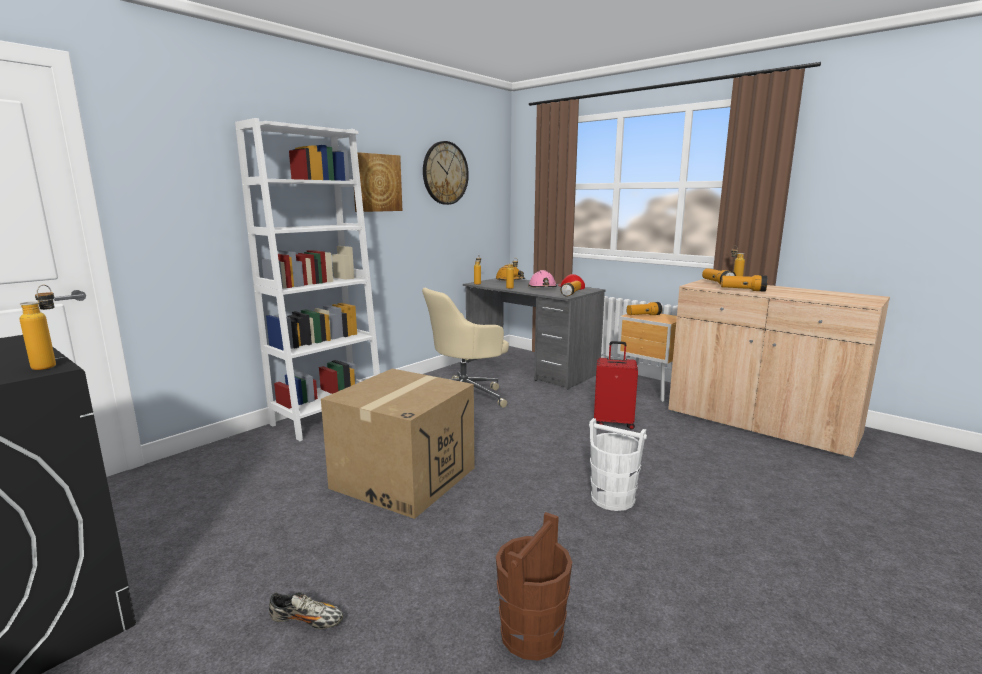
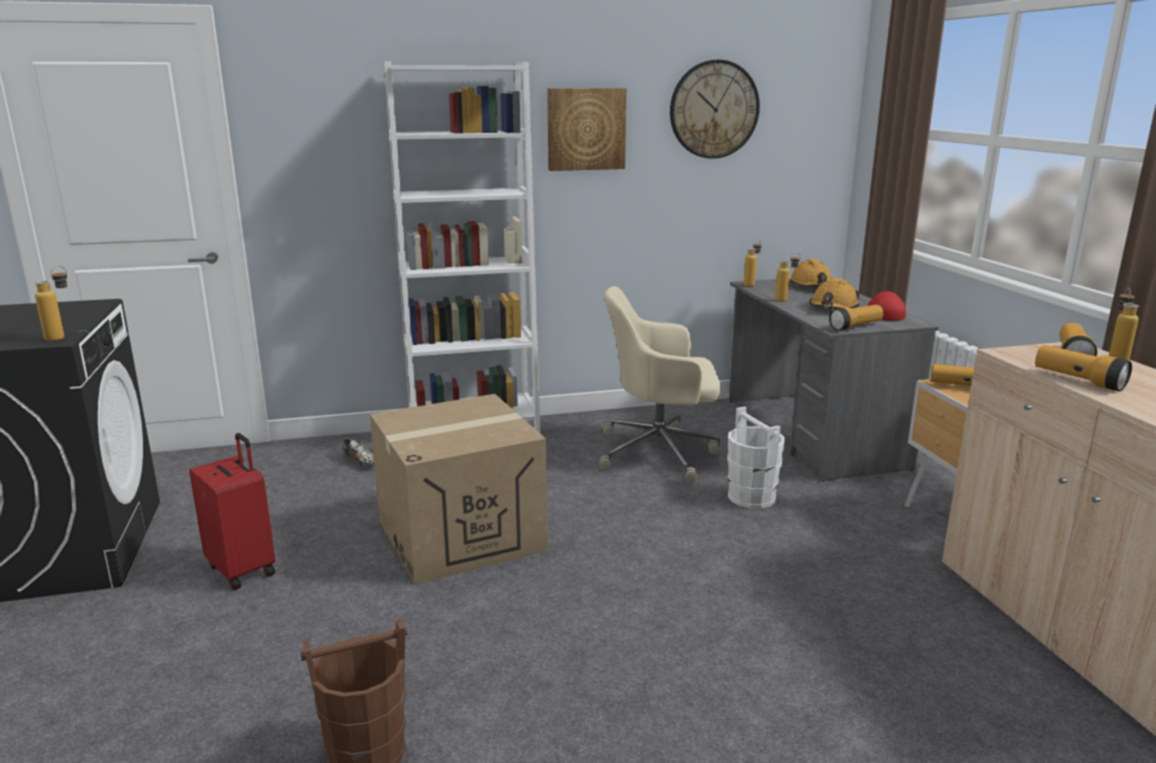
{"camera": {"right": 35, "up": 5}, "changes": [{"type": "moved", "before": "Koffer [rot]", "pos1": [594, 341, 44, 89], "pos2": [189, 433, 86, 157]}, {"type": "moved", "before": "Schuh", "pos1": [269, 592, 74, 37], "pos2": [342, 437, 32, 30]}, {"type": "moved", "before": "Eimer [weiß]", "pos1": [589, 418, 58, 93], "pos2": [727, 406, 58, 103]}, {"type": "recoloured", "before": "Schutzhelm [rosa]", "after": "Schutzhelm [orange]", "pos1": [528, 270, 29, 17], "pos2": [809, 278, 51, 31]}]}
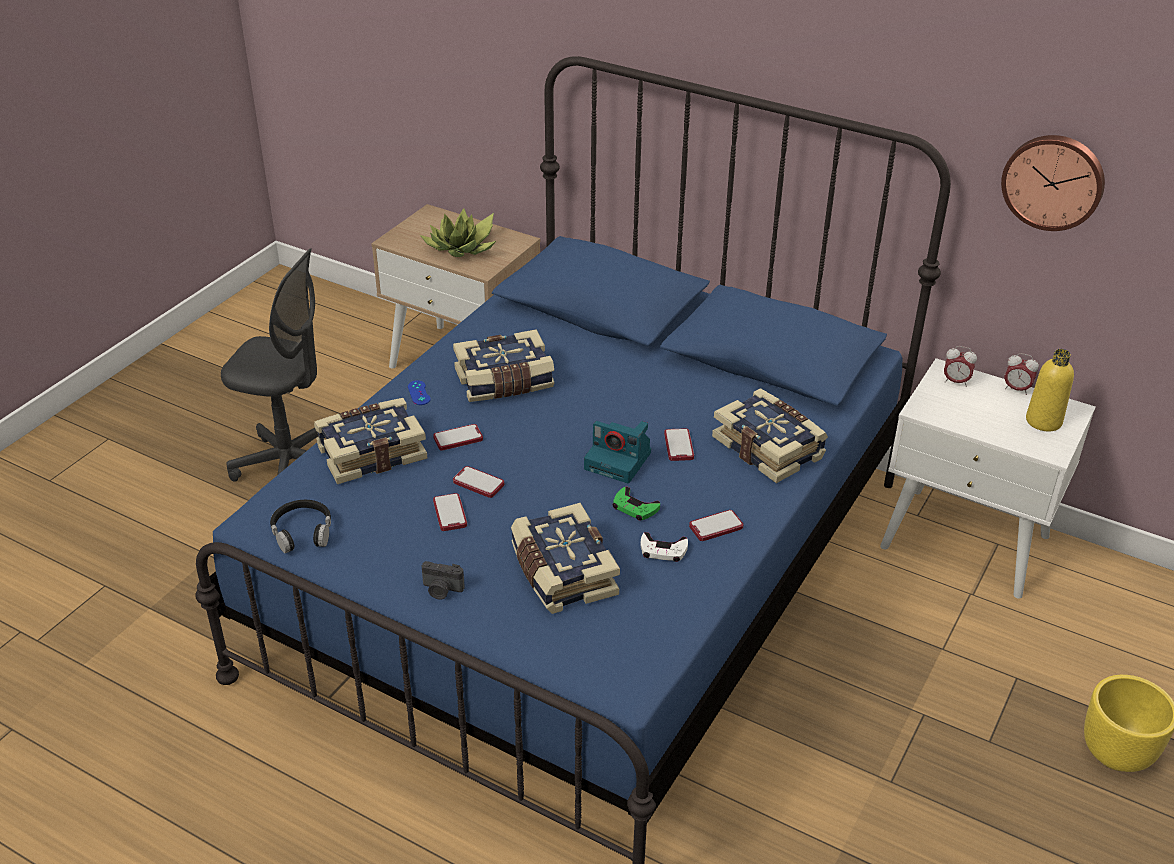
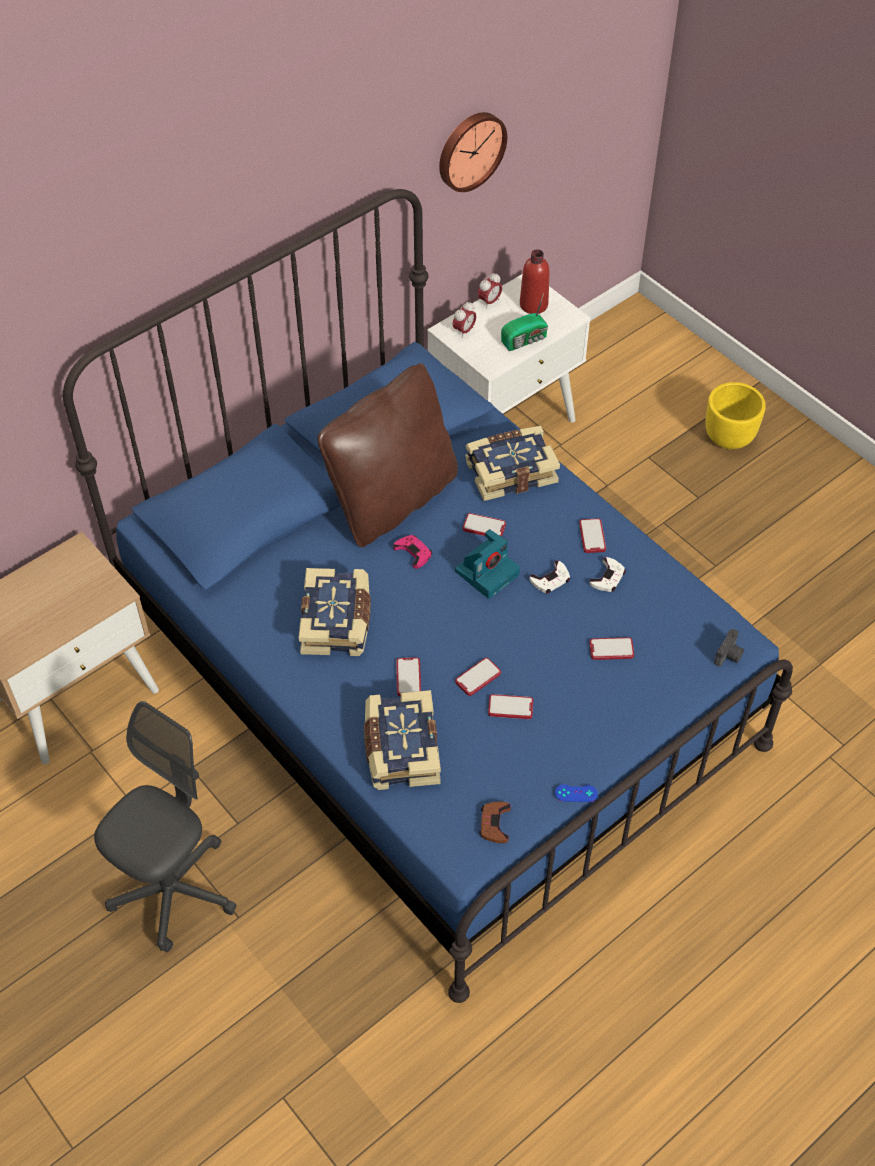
{"camera": {"right": -70, "up": 15}, "changes": [{"type": "added", "after": "Kissen [braun]", "pos2": [317, 363, 141, 184]}, {"type": "added", "after": "Gamepad [rosa]", "pos2": [393, 535, 39, 34]}, {"type": "replaced", "before": "Kopfhörer [schwarz]", "after": "Gamepad [braun]", "pos1": [270, 500, 61, 53], "pos2": [479, 801, 32, 42]}, {"type": "added", "after": "Radio", "pos2": [501, 293, 47, 58]}, {"type": "recoloured", "before": "Flasche [gelb]", "after": "Flasche [rot]", "pos1": [1026, 349, 48, 82], "pos2": [520, 249, 29, 65]}, {"type": "recoloured", "before": "Gamepad [grün]", "after": "Gamepad [weiß]", "pos1": [612, 487, 48, 34], "pos2": [530, 561, 40, 32]}, {"type": "moved", "before": "Gamepad [blau]", "pos1": [408, 381, 23, 24], "pos2": [555, 784, 43, 18]}, {"type": "replaced", "before": "Buch", "after": "Handy", "pos1": [511, 503, 109, 111], "pos2": [589, 637, 45, 23]}, {"type": "moved", "before": "Kamera", "pos1": [422, 561, 43, 39], "pos2": [714, 629, 30, 37]}, {"type": "removed", "before": "Topfpflanze", "pos1": [420, 208, 76, 49]}]}
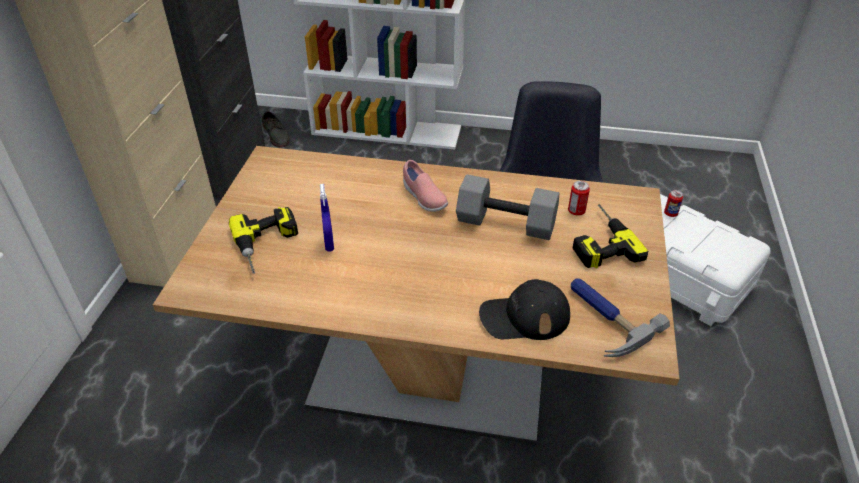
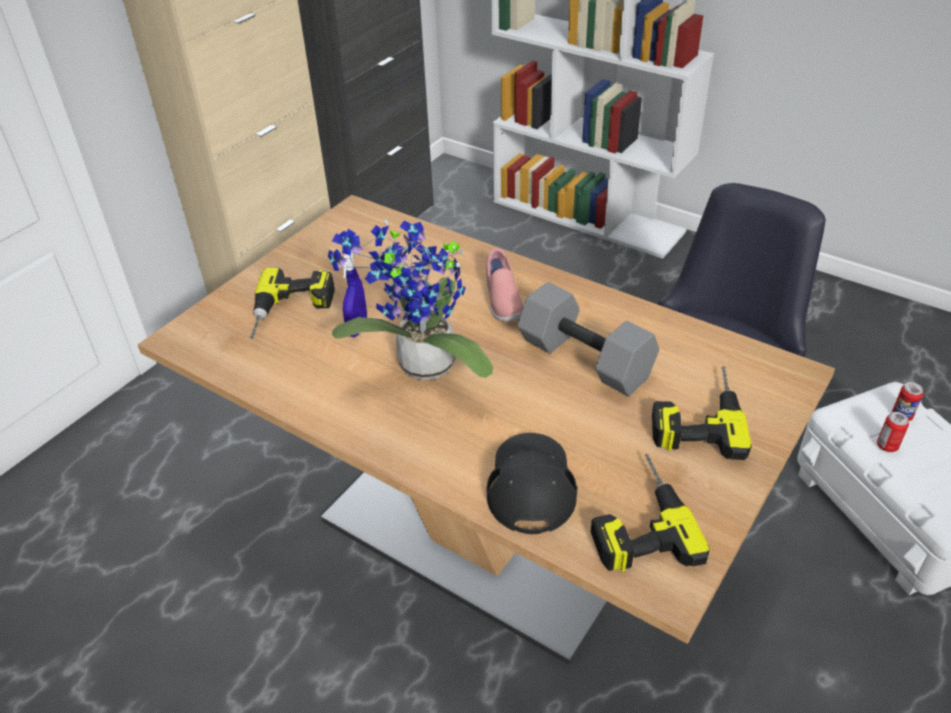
{"camera": {"right": 25, "up": 0}, "changes": [{"type": "added", "after": "Topfpflanze", "pos2": [328, 219, 165, 161]}, {"type": "turned", "before": "Kappe [schwarz]", "pos1": [479, 279, 91, 61], "pos2": [486, 433, 91, 101], "turn": 75}, {"type": "replaced", "before": "Hammer", "after": "Bohrmaschine", "pos1": [571, 278, 99, 79], "pos2": [591, 454, 119, 118]}, {"type": "moved", "before": "Dose", "pos1": [568, 181, 22, 35], "pos2": [877, 412, 32, 40]}, {"type": "removed", "before": "Schuh [grau]", "pos1": [262, 111, 27, 36]}]}
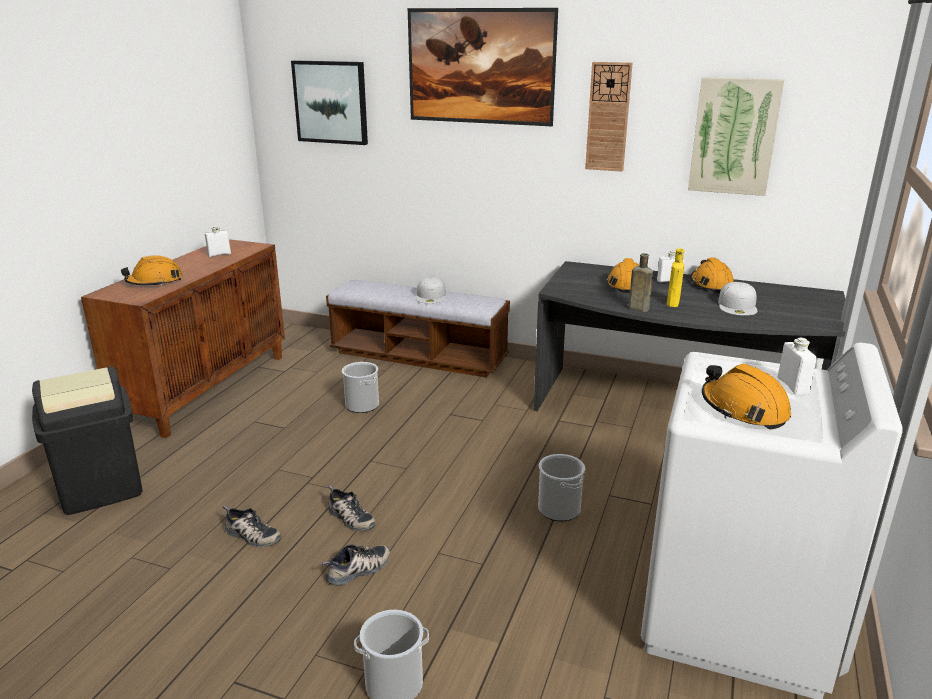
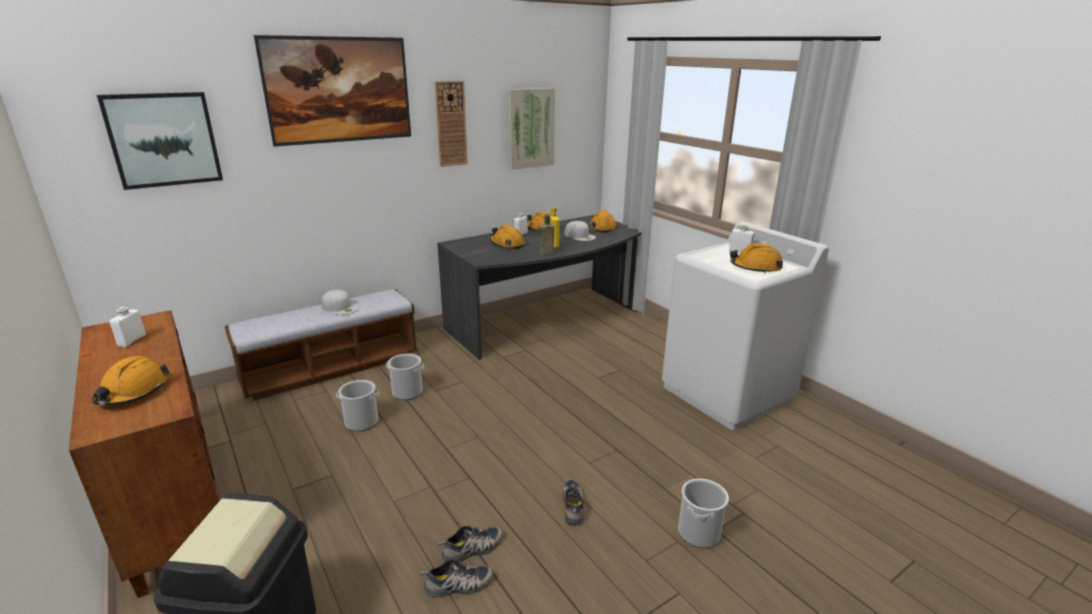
{"camera": {"right": -55, "up": 0}, "changes": [{"type": "moved", "before": "Eimer", "pos1": [538, 454, 47, 67], "pos2": [386, 354, 38, 46]}, {"type": "moved", "before": "Schuh", "pos1": [328, 485, 48, 47], "pos2": [420, 559, 73, 39]}, {"type": "added", "after": "Schutzhelm [orange]", "pos2": [589, 210, 28, 23]}]}
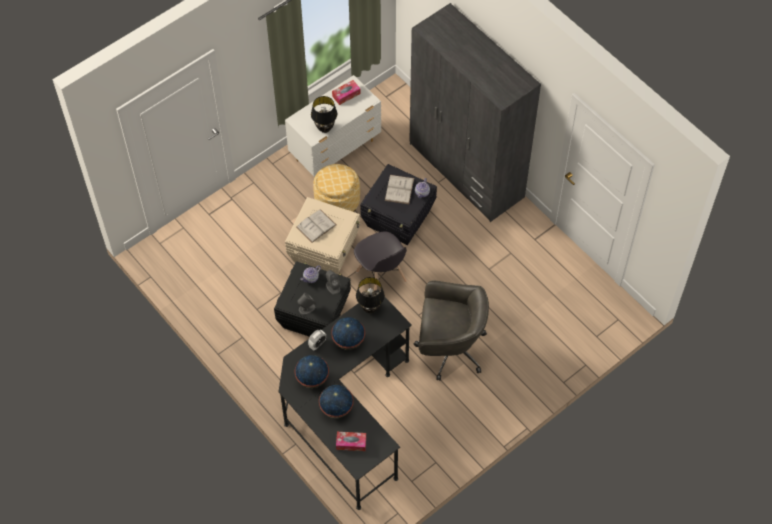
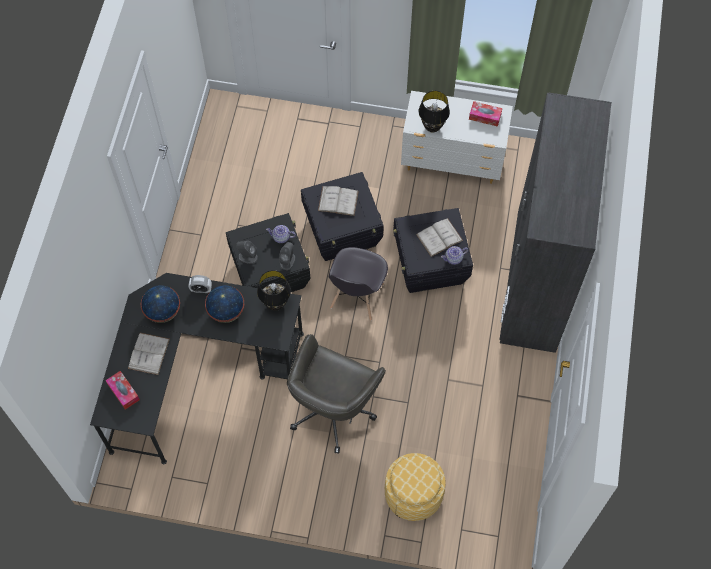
{"camera": {"right": 50, "up": 5}, "changes": [{"type": "replaced", "before": "Globus", "after": "Buch [weiß]", "pos1": [319, 385, 35, 33], "pos2": [128, 333, 42, 42]}, {"type": "turned", "before": "Bürostuhl [grau]", "pos1": [414, 281, 75, 100], "pos2": [287, 334, 99, 120], "turn": 60}, {"type": "recoloured", "before": "Aufbewahrungsbox [beige]", "after": "Aufbewahrungsbox [schwarz]", "pos1": [285, 197, 75, 77], "pos2": [301, 172, 83, 89]}, {"type": "moved", "before": "Polsterhocker", "pos1": [313, 164, 47, 48], "pos2": [385, 453, 61, 68]}]}
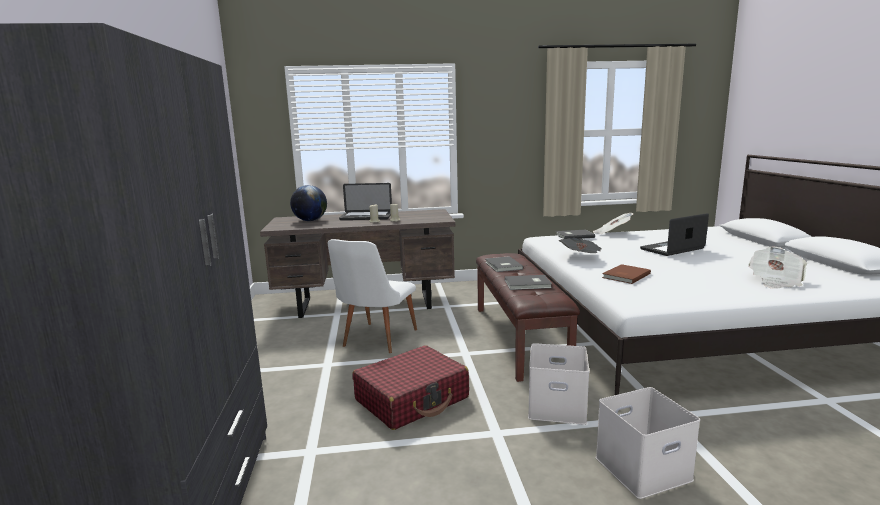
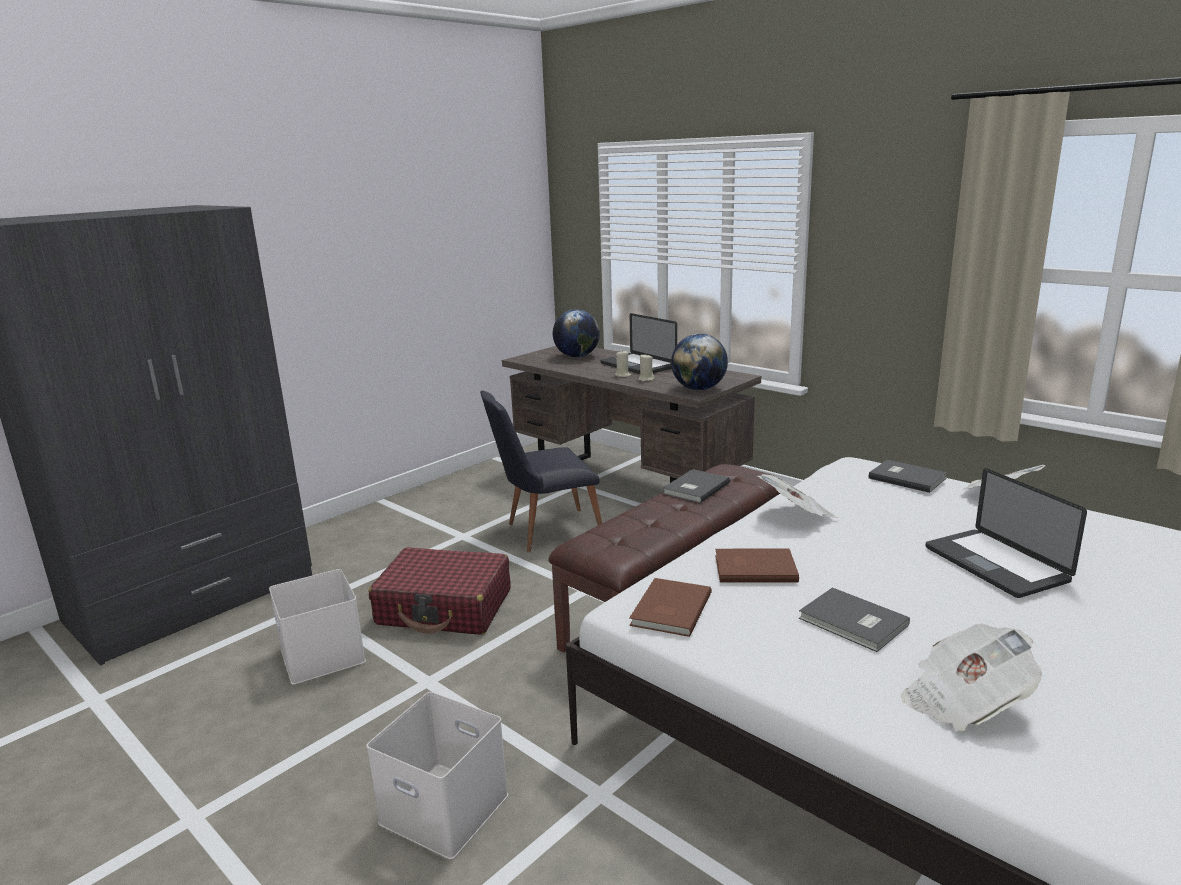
{"camera": {"right": 50, "up": 5}, "changes": [{"type": "moved", "before": "Aufbewahrungsbox [weiß]", "pos1": [528, 343, 61, 82], "pos2": [269, 569, 97, 116]}, {"type": "recoloured", "before": "Stuhl [weiß]", "after": "Stuhl [schwarz]", "pos1": [327, 239, 90, 114], "pos2": [480, 391, 122, 161]}, {"type": "added", "after": "Buch [braun]", "pos2": [629, 578, 83, 59]}, {"type": "added", "after": "Globus", "pos2": [671, 334, 57, 56]}, {"type": "moved", "before": "Buch [grau]", "pos1": [505, 275, 47, 15], "pos2": [799, 587, 111, 65]}, {"type": "turned", "before": "Laptop", "pos1": [640, 213, 69, 43], "pos2": [926, 468, 161, 130], "turn": -135}]}
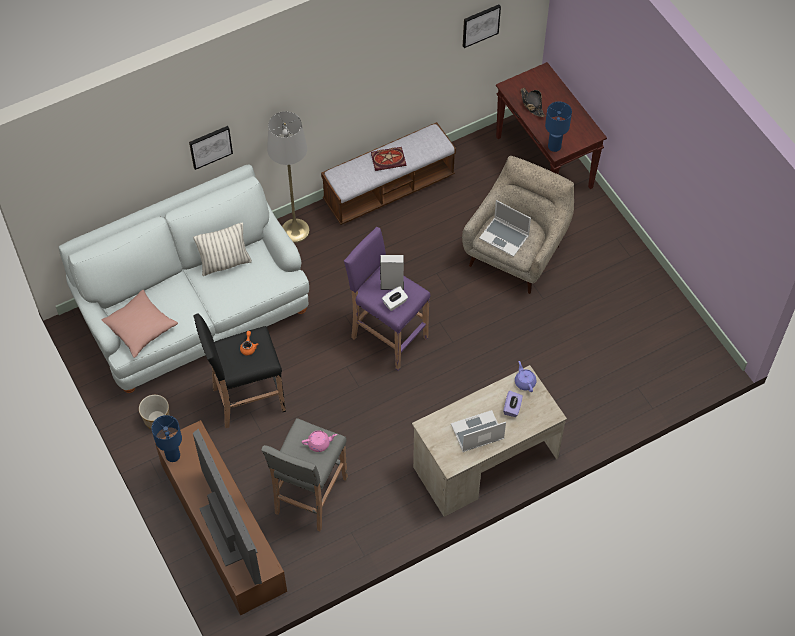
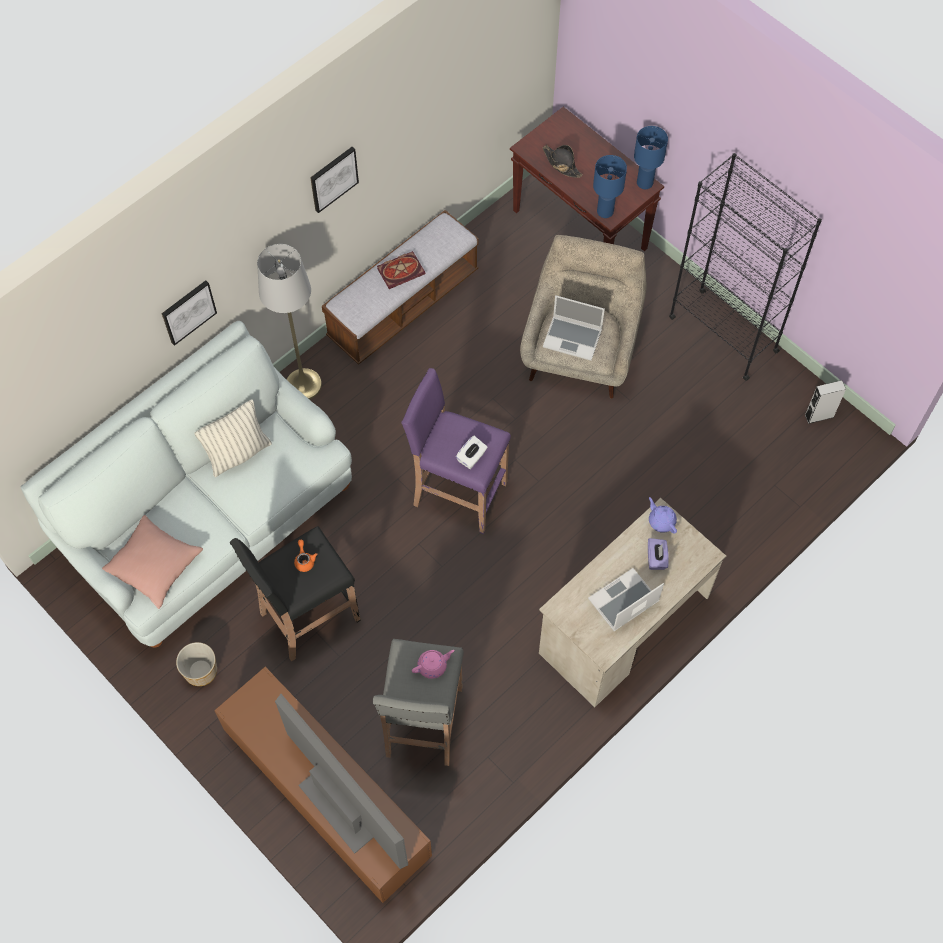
{"camera": {"right": -15, "up": 5}, "changes": [{"type": "moved", "before": "Bild", "pos1": [463, 5, 38, 43], "pos2": [310, 147, 49, 66]}, {"type": "moved", "before": "Tischlampe [blau]", "pos1": [152, 415, 30, 47], "pos2": [634, 126, 34, 63]}, {"type": "added", "after": "Bücherregal [schwarz]", "pos2": [669, 153, 153, 228]}, {"type": "moved", "before": "Lautsprecher [grau]", "pos1": [380, 255, 24, 35], "pos2": [805, 380, 41, 44]}]}
